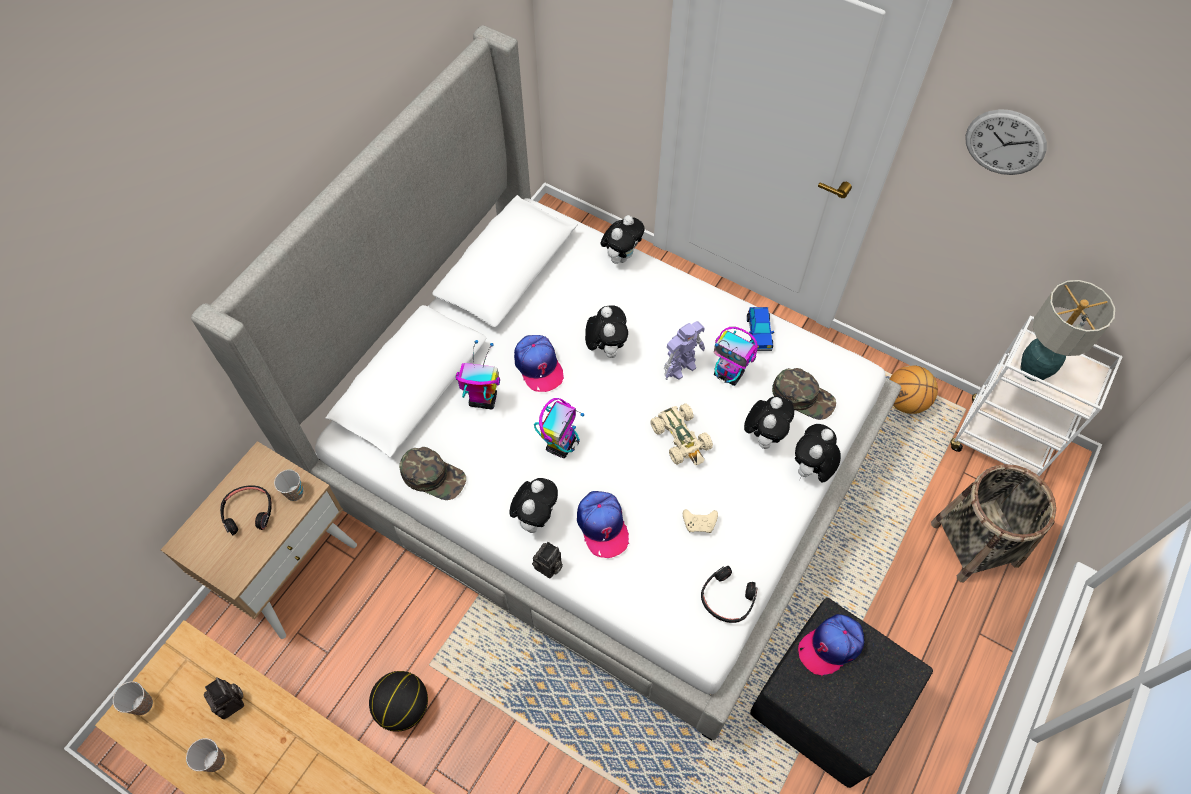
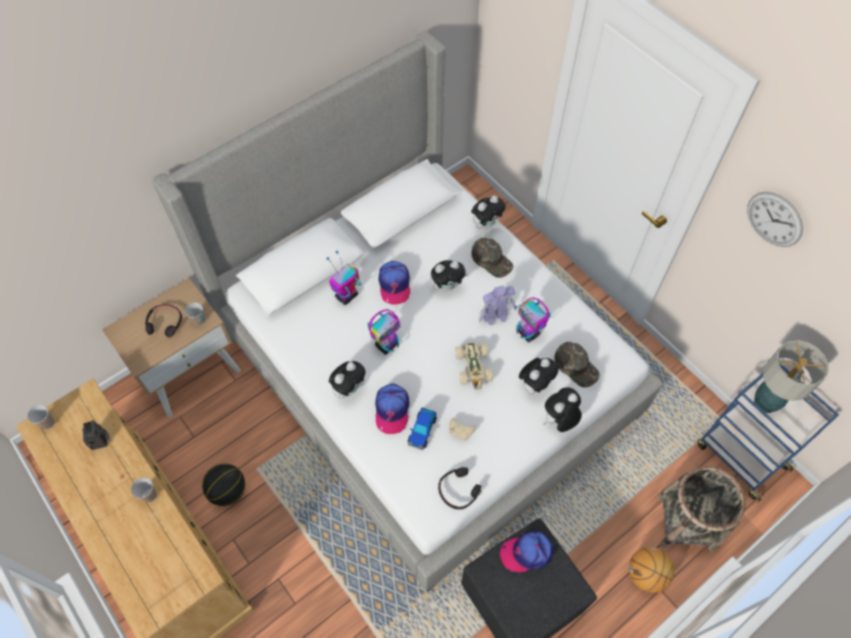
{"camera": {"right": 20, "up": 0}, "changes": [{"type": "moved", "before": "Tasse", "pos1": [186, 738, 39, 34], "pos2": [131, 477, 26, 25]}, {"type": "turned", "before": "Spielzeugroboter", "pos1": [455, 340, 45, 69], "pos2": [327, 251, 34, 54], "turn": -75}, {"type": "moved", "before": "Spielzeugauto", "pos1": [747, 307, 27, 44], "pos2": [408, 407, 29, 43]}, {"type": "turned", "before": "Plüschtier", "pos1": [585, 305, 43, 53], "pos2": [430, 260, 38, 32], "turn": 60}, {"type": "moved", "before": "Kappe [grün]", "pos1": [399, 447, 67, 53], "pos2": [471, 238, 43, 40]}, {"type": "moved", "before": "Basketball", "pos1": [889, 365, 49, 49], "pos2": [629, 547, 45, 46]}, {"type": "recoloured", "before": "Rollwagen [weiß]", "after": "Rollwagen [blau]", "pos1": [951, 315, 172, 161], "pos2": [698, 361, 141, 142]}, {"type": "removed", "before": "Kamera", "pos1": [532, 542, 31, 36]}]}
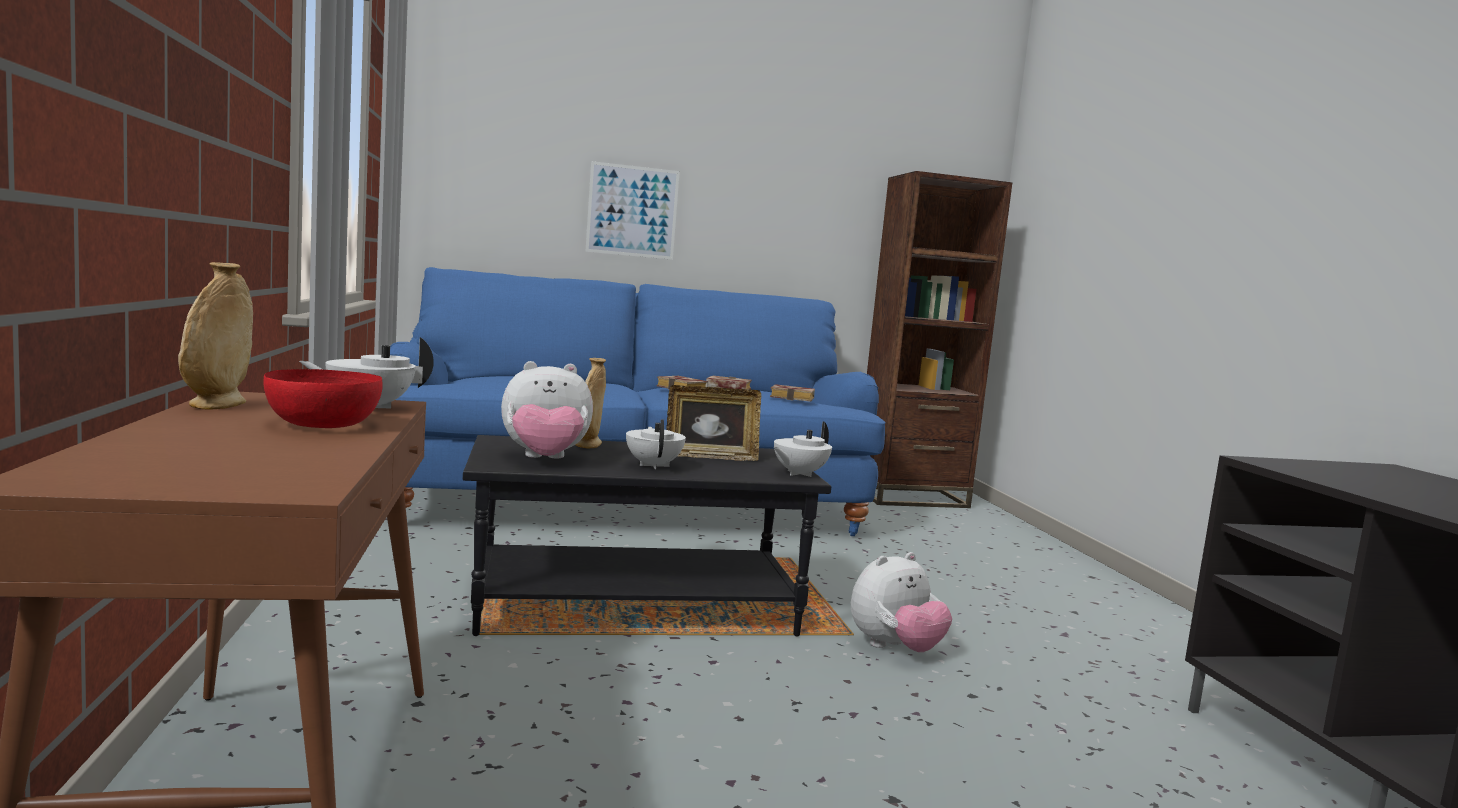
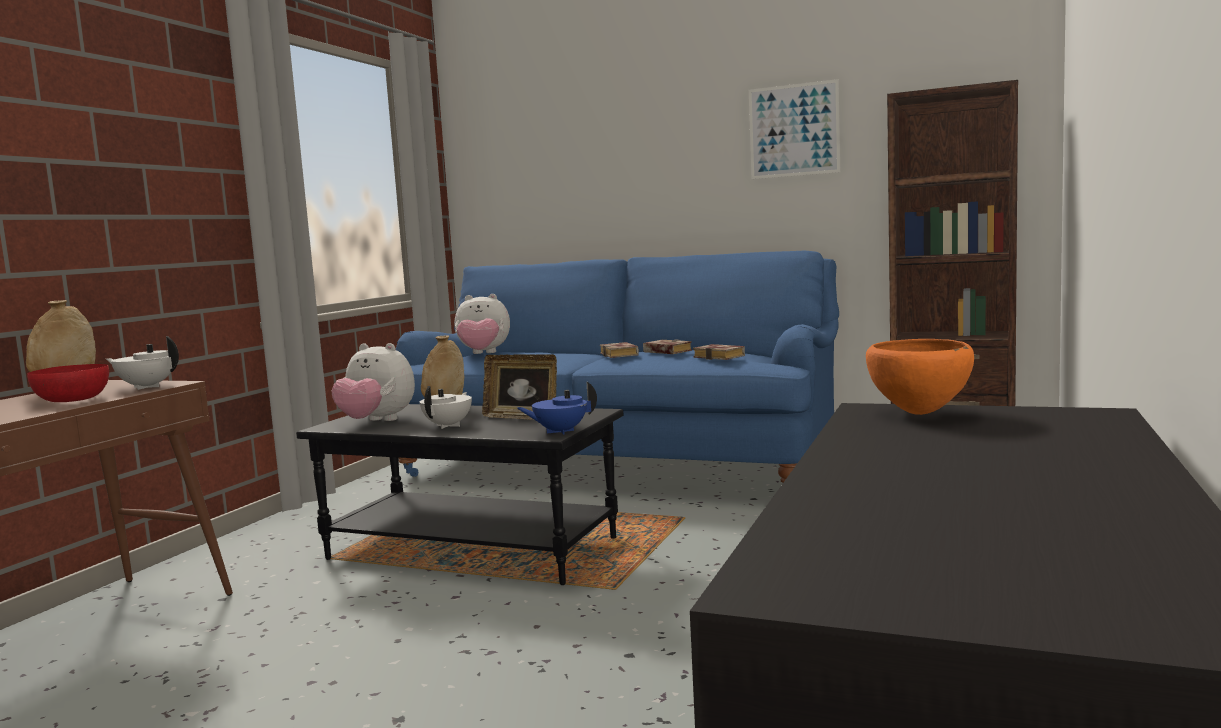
{"camera": {"right": 35, "up": 0}, "changes": [{"type": "moved", "before": "Plüschtier", "pos1": [851, 552, 101, 100], "pos2": [455, 294, 55, 60]}, {"type": "recoloured", "before": "Teekanne [weiß]", "after": "Teekanne [blau]", "pos1": [774, 421, 58, 56], "pos2": [517, 381, 80, 53]}, {"type": "moved", "before": "Bild", "pos1": [585, 161, 95, 99], "pos2": [749, 79, 91, 100]}, {"type": "added", "after": "Schüssel [orange]", "pos2": [866, 339, 108, 76]}]}
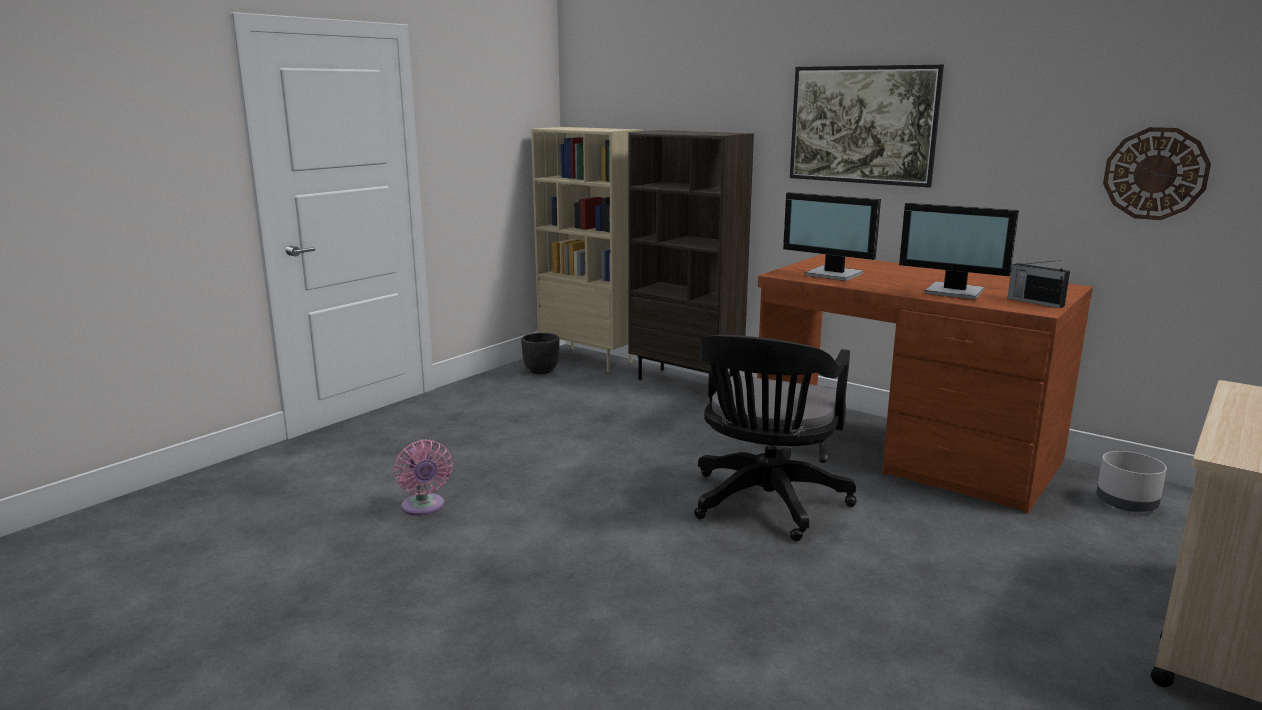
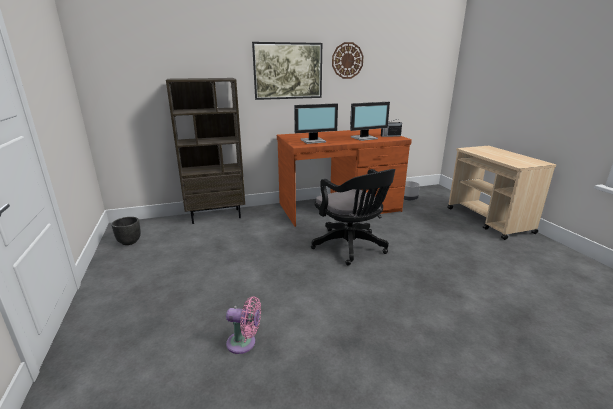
{"camera": {"right": -55, "up": 5}, "changes": [{"type": "moved", "before": "Wanduhr", "pos1": [1103, 127, 108, 93], "pos2": [332, 42, 32, 37]}, {"type": "removed", "before": "Bücherregal [beige]", "pos1": [531, 127, 112, 245]}]}
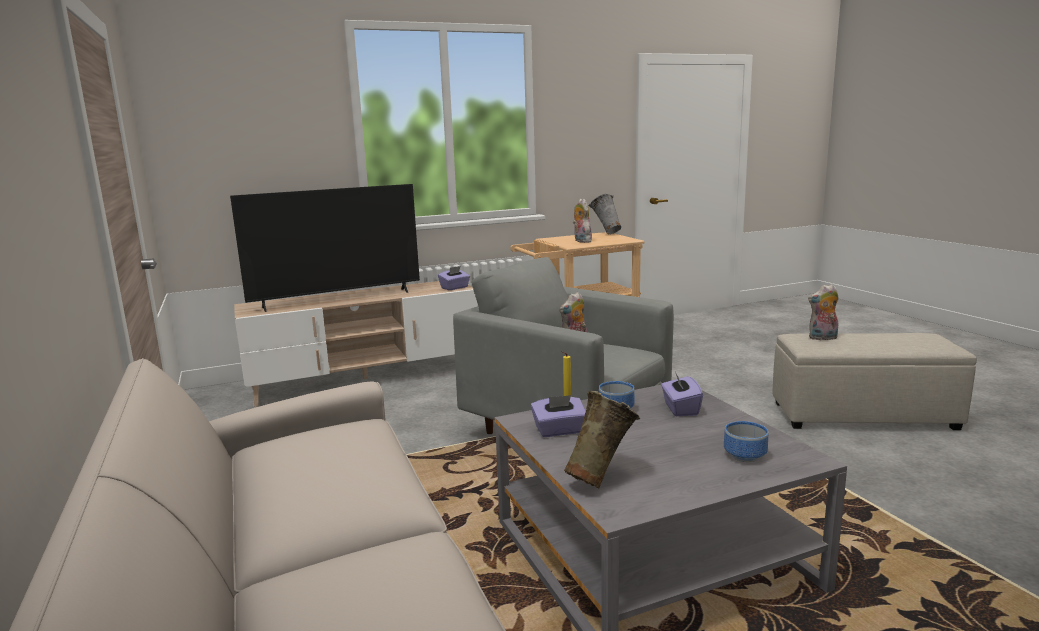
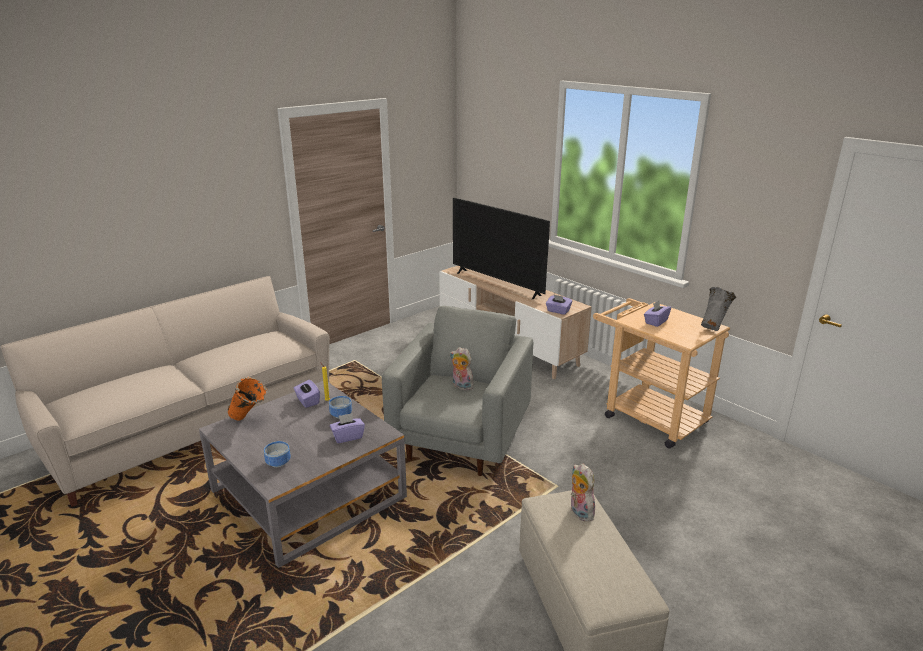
{"camera": {"right": 70, "up": 10}, "changes": [{"type": "recoloured", "before": "Vase [beige]", "after": "Vase [orange]", "pos1": [564, 391, 76, 97], "pos2": [228, 377, 39, 44]}, {"type": "replaced", "before": "Plüschtier", "after": "Taschentuchbox [lila]", "pos1": [573, 199, 19, 44], "pos2": [644, 301, 27, 26]}]}
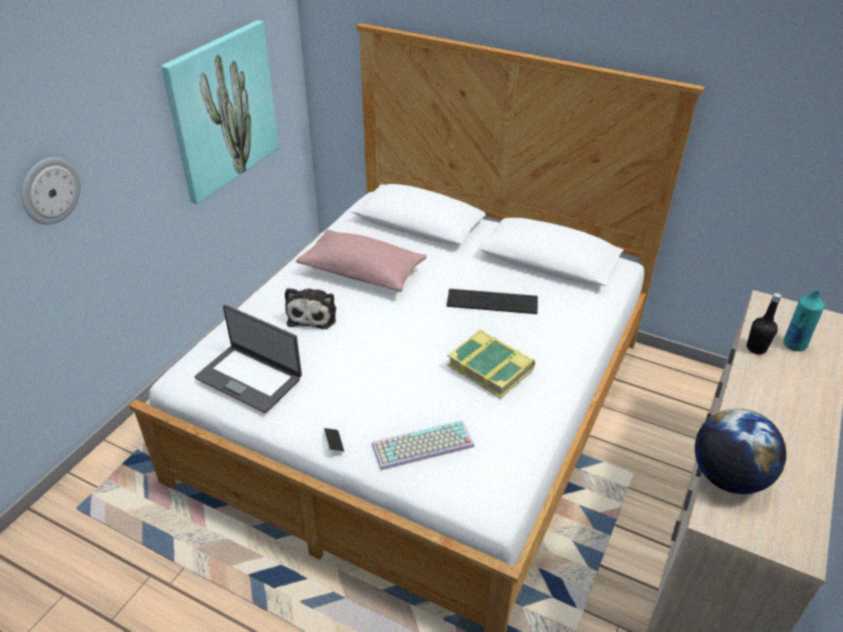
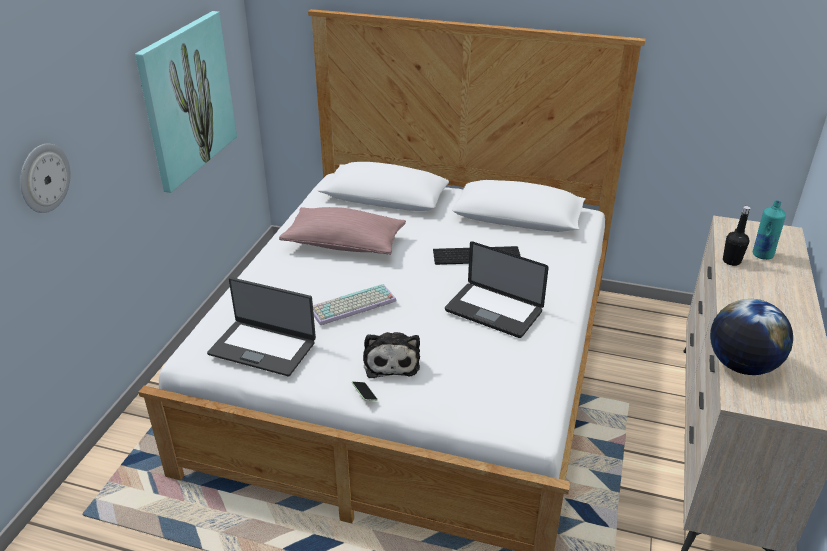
{"camera": {"right": -10, "up": -5}, "changes": [{"type": "moved", "before": "Tastatur", "pos1": [372, 420, 102, 50], "pos2": [313, 284, 83, 41]}, {"type": "moved", "before": "Plüschtier", "pos1": [285, 288, 51, 41], "pos2": [363, 332, 57, 46]}, {"type": "replaced", "before": "Buch", "after": "Laptop", "pos1": [447, 330, 88, 68], "pos2": [445, 241, 103, 97]}]}
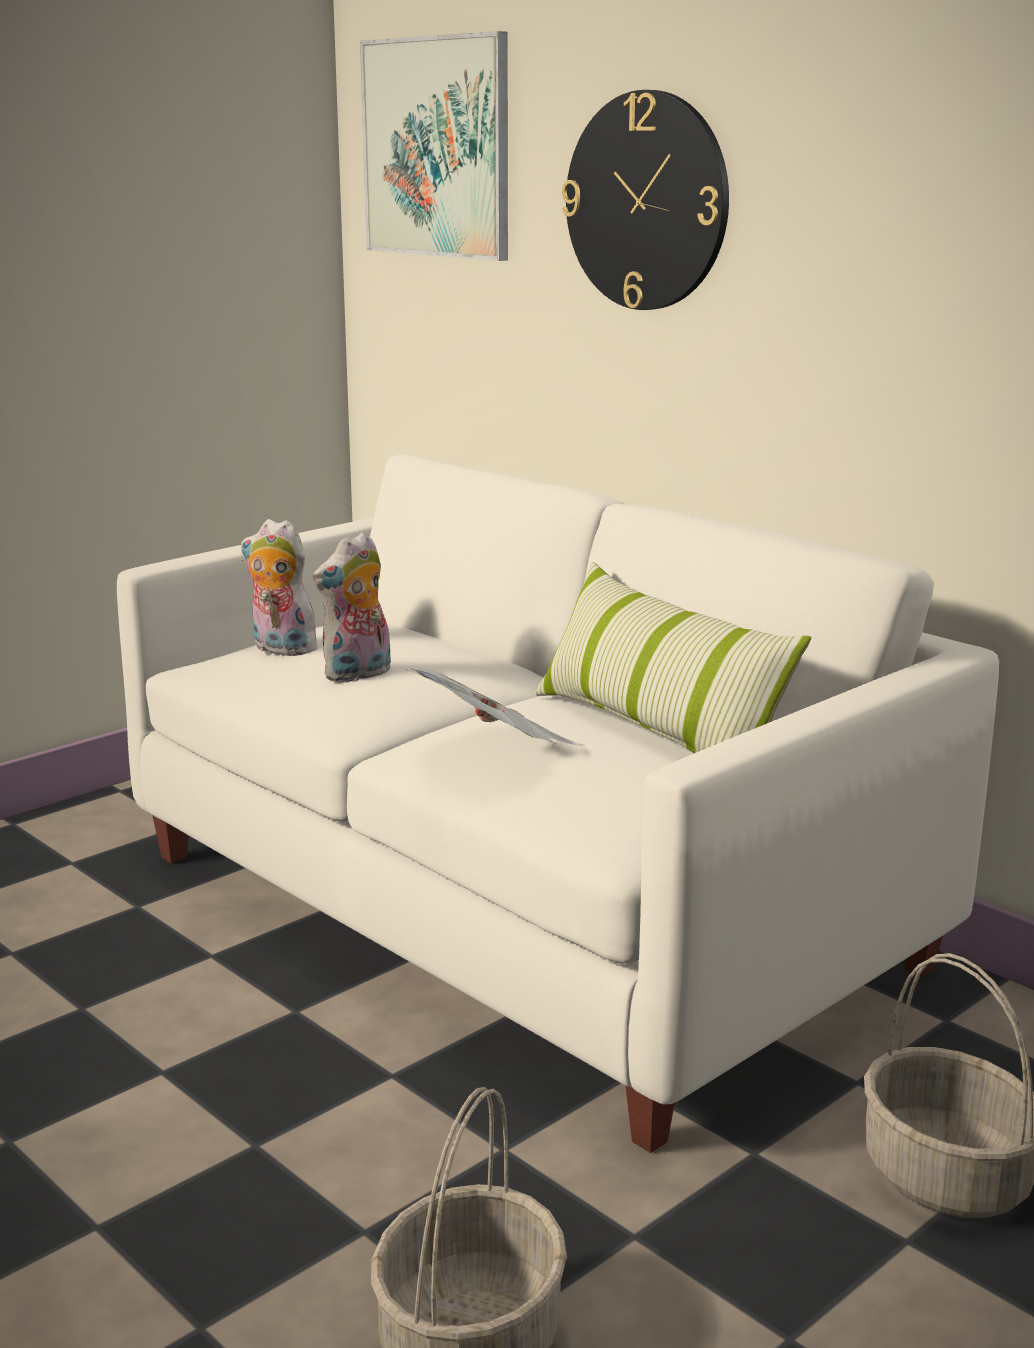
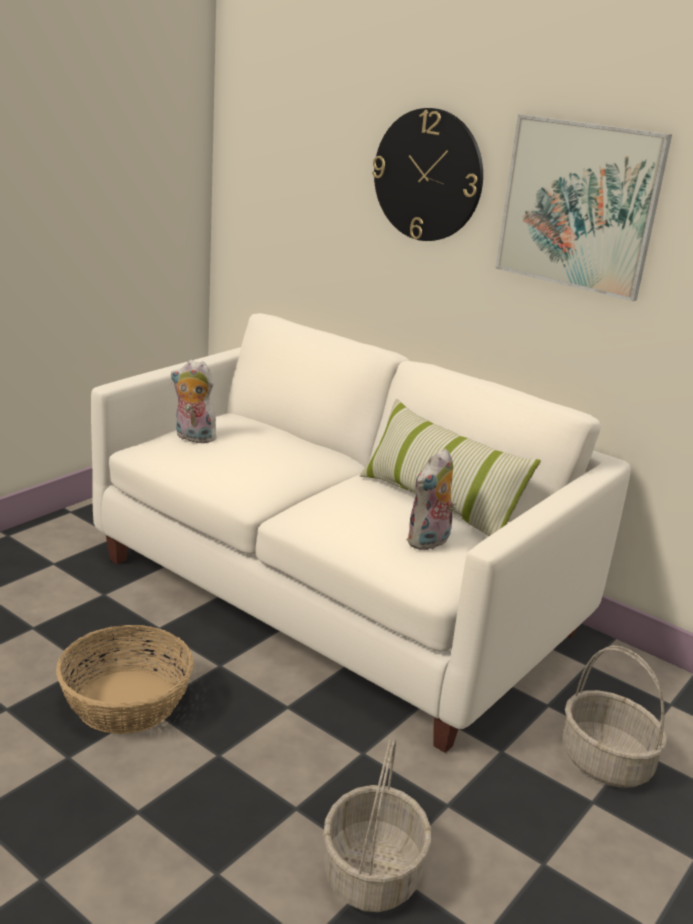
{"camera": {"right": -10, "up": 5}, "changes": [{"type": "added", "after": "Korb", "pos2": [56, 625, 138, 109]}, {"type": "moved", "before": "Plüschtier", "pos1": [313, 532, 78, 151], "pos2": [406, 449, 50, 102]}, {"type": "moved", "before": "Bild", "pos1": [360, 31, 148, 230], "pos2": [495, 114, 177, 187]}, {"type": "removed", "before": "Zeitung", "pos1": [407, 668, 178, 78]}]}
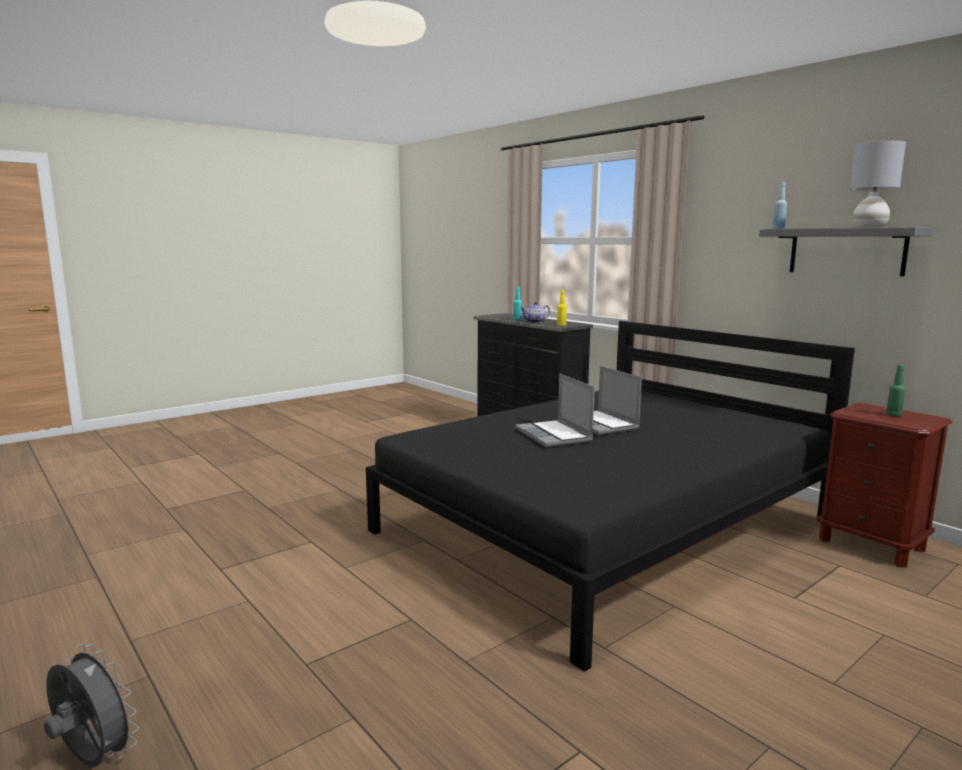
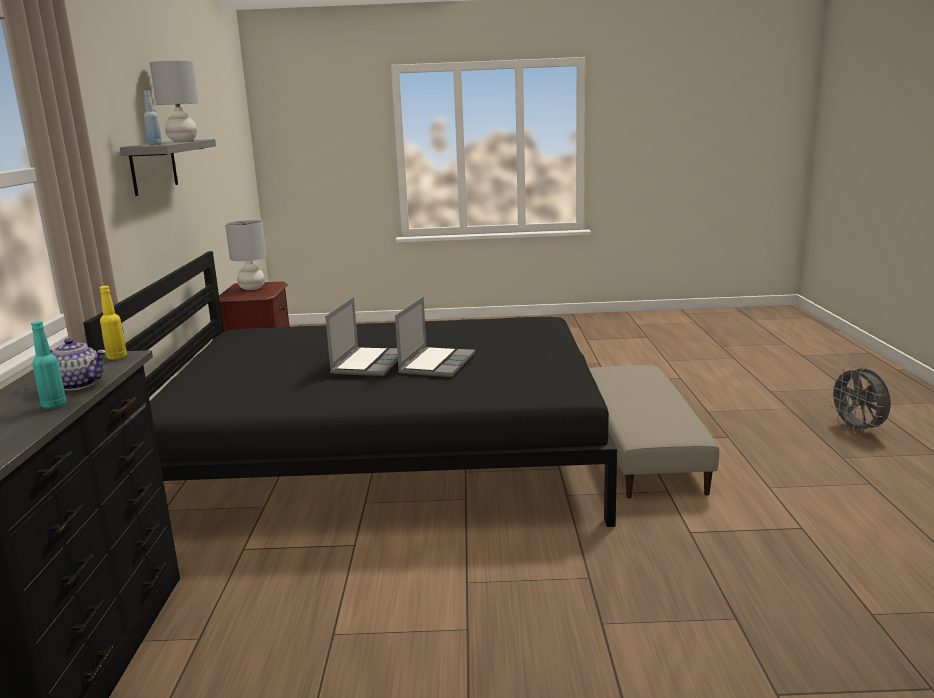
{"camera": {"right": -140, "up": 5}, "changes": [{"type": "replaced", "before": "Flasche [grün]", "after": "Tischlampe [grau]", "pos1": [886, 365, 19, 52], "pos2": [225, 220, 42, 70]}, {"type": "added", "after": "Polsterhocker [beige]", "pos2": [589, 365, 130, 134]}]}
